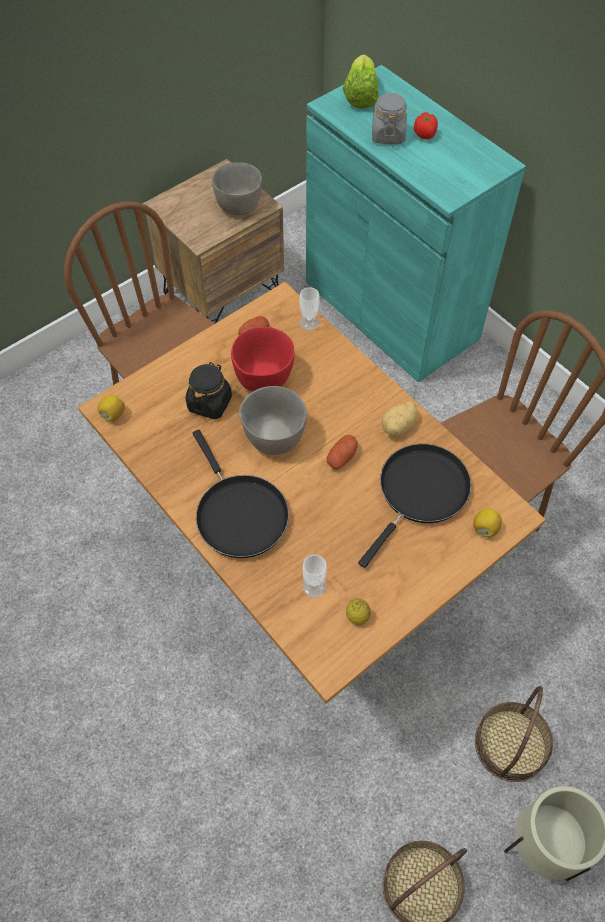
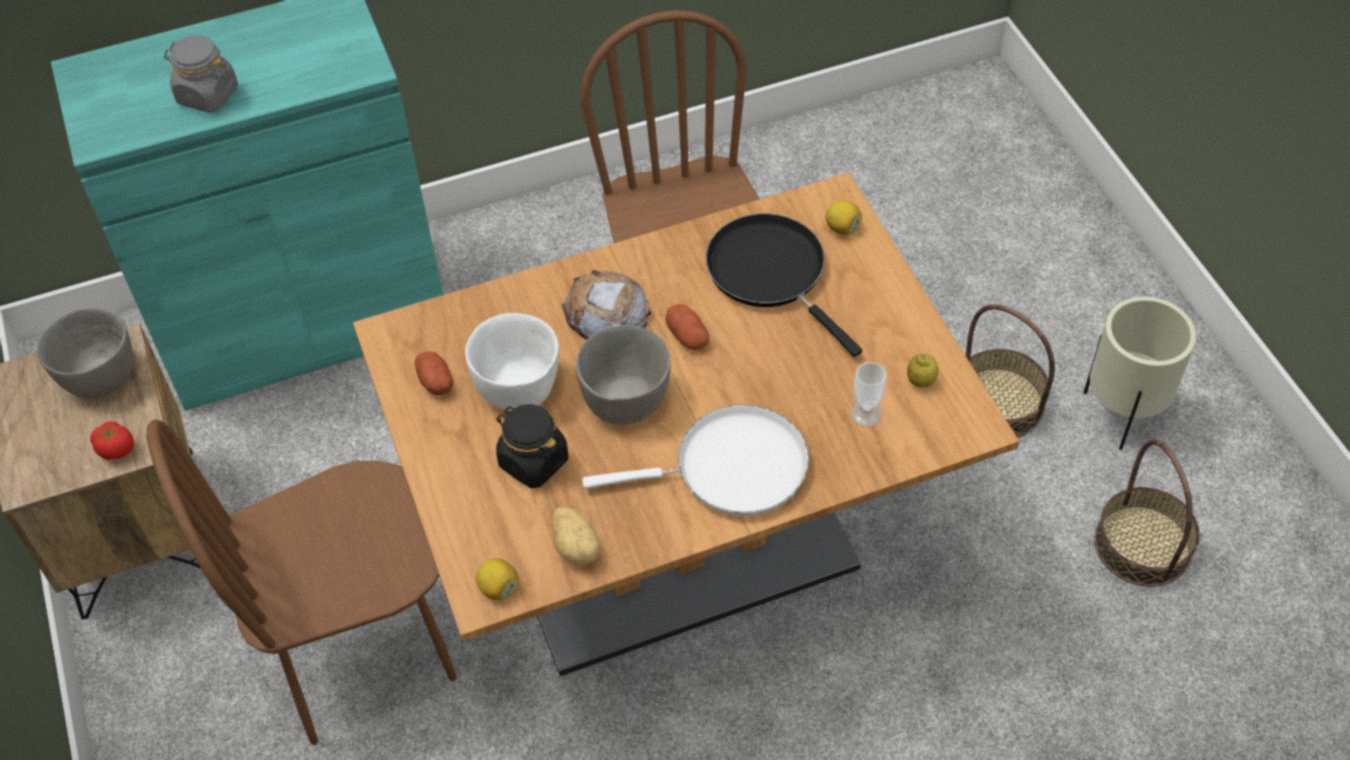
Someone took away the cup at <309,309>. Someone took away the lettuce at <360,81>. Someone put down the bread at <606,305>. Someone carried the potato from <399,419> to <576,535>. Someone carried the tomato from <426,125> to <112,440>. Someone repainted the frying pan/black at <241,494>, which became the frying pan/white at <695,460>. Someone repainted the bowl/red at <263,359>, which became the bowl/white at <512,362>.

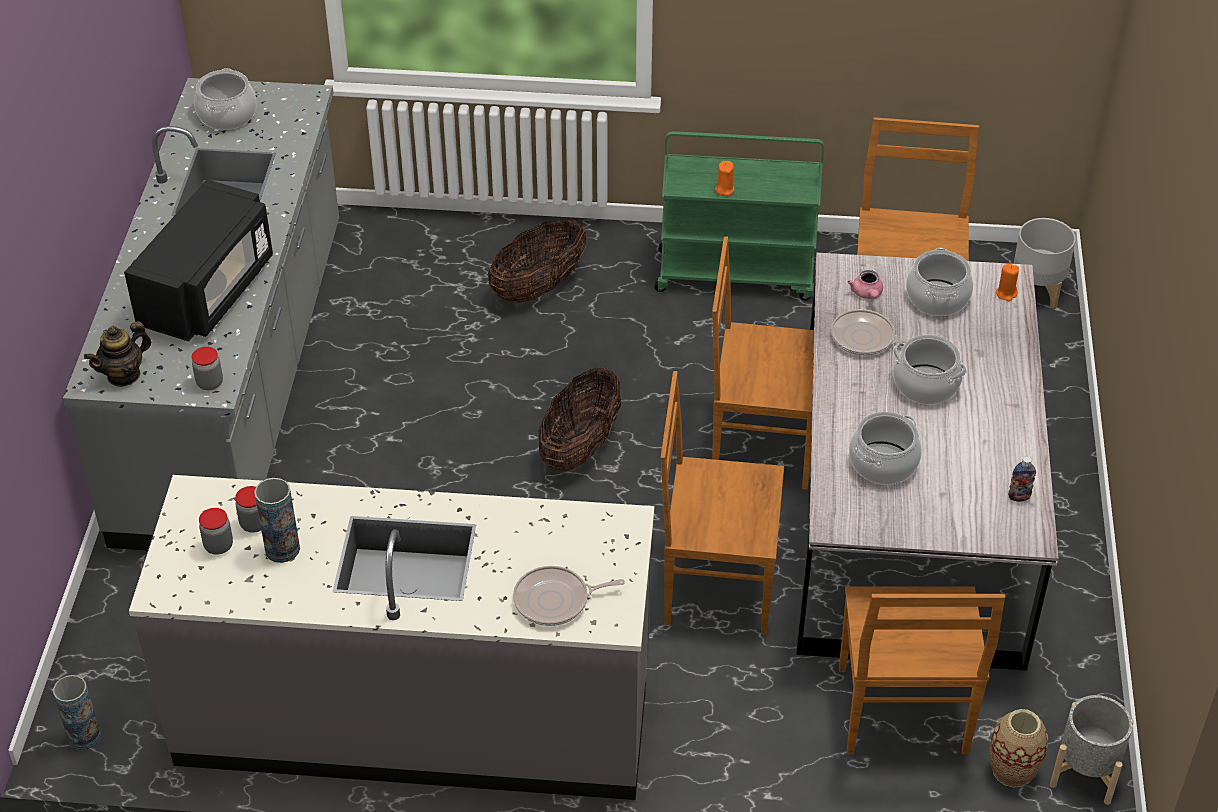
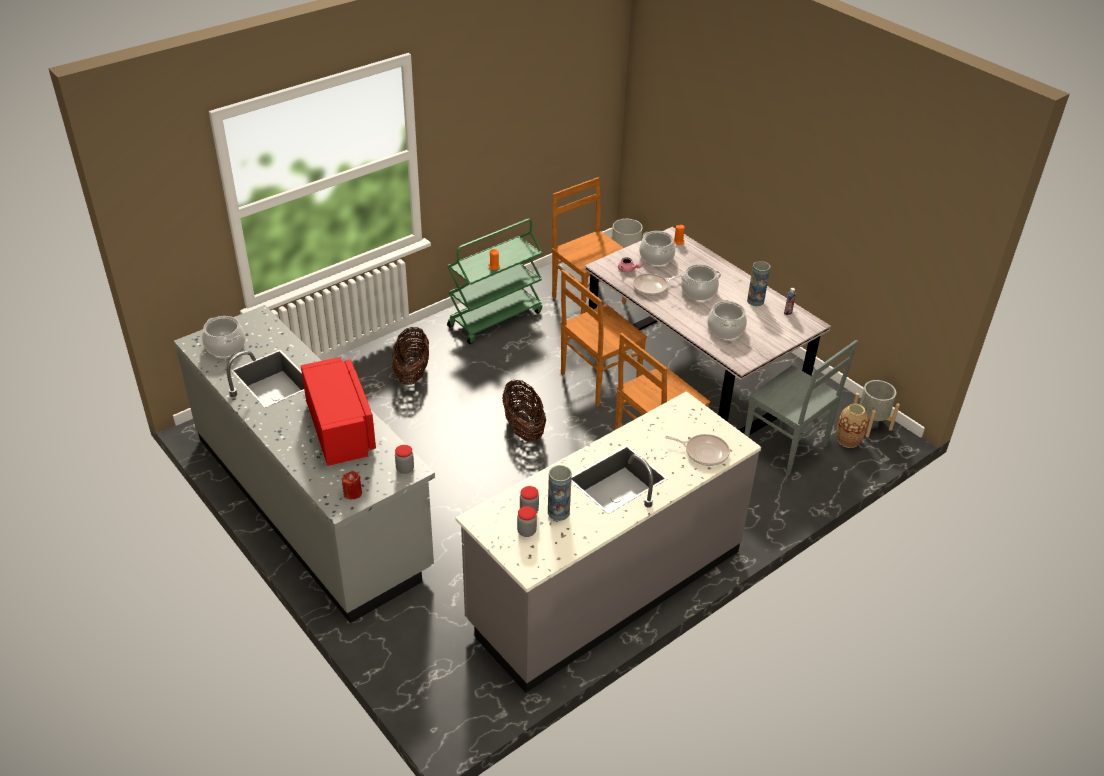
Someone carried the vase from <77,712> to <758,283>. Someone swapped the teapot at <117,354> for the candle/red at <352,485>. Someone repainted the microwave/black at <198,260>, which became the microwave/red at <338,411>. Someone repainted the chair/brown at <922,670>, which became the chair/grey at <801,408>. Someone rotated the frying pan at <569,596> by 105 degrees counterclockwise.

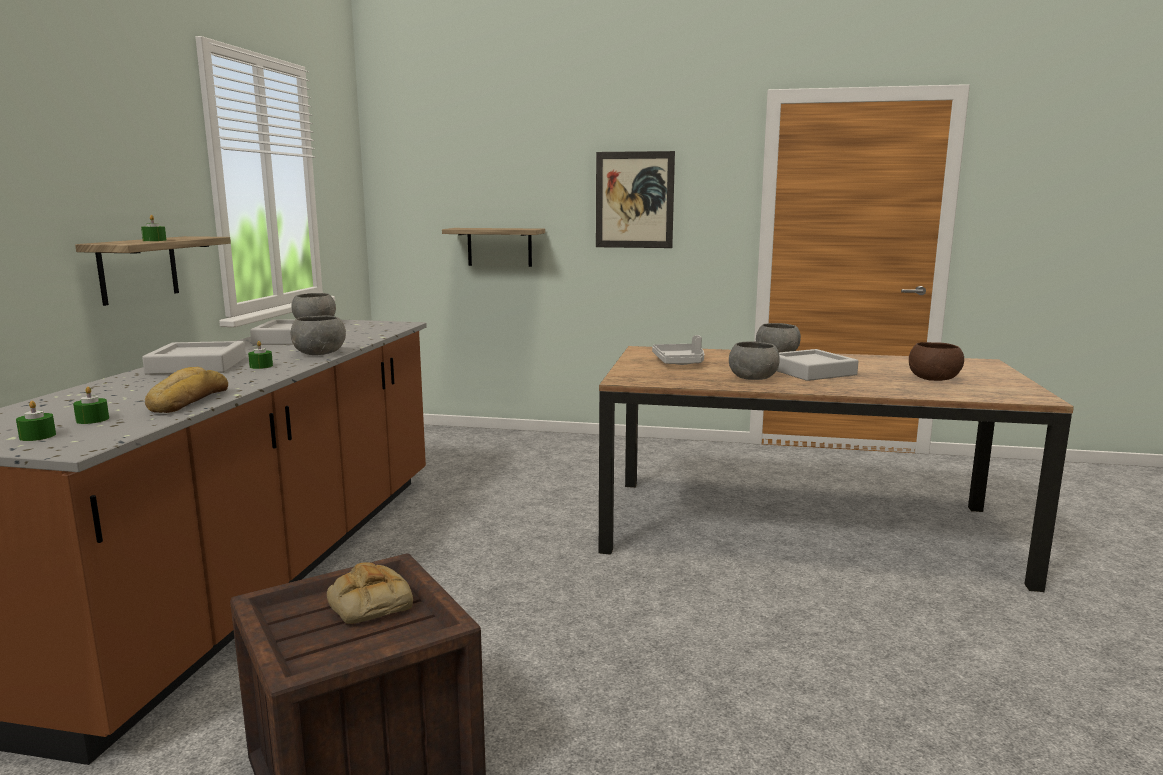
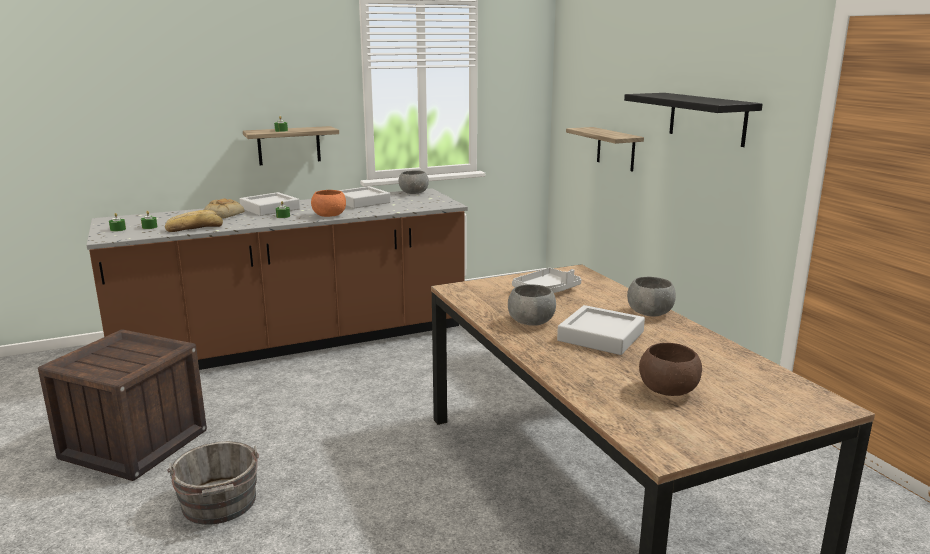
Someone put down the bucket/grey at <213,483>. Someone carried the bread from <370,593> to <224,208>. Someone swapped the picture at <635,199> for the shelf/black at <693,120>. Someone repainted the bowl/grey at <318,335>, which became the bowl/orange at <328,203>.

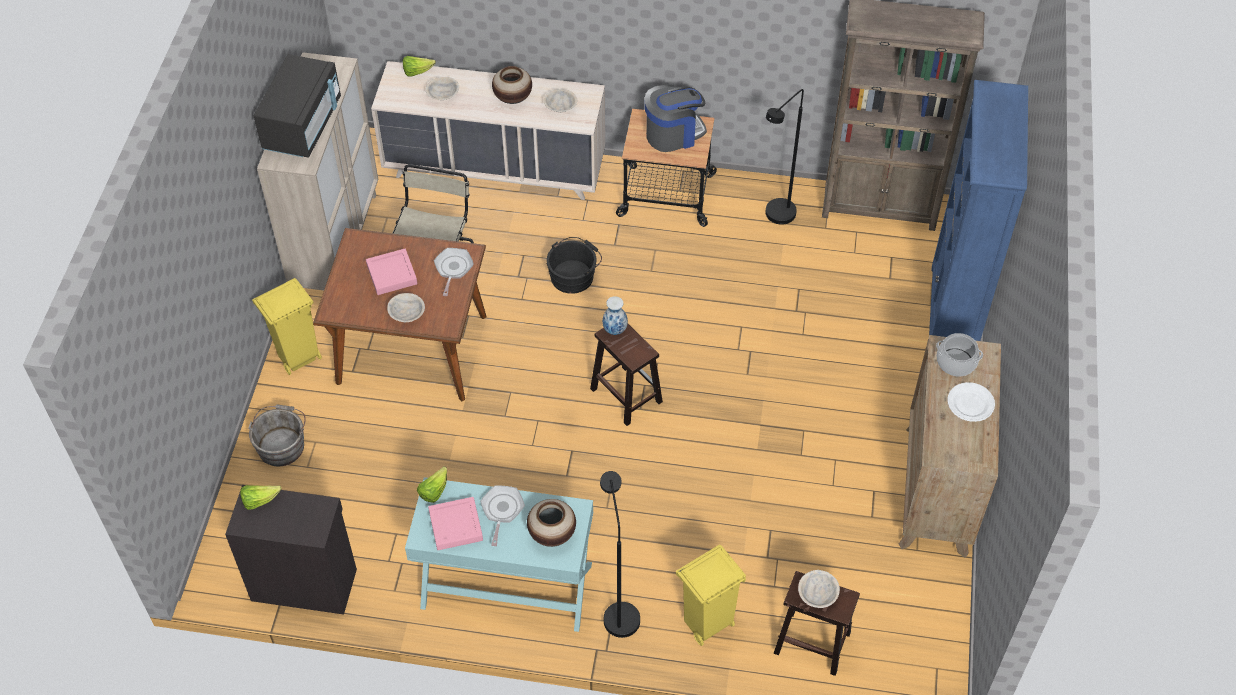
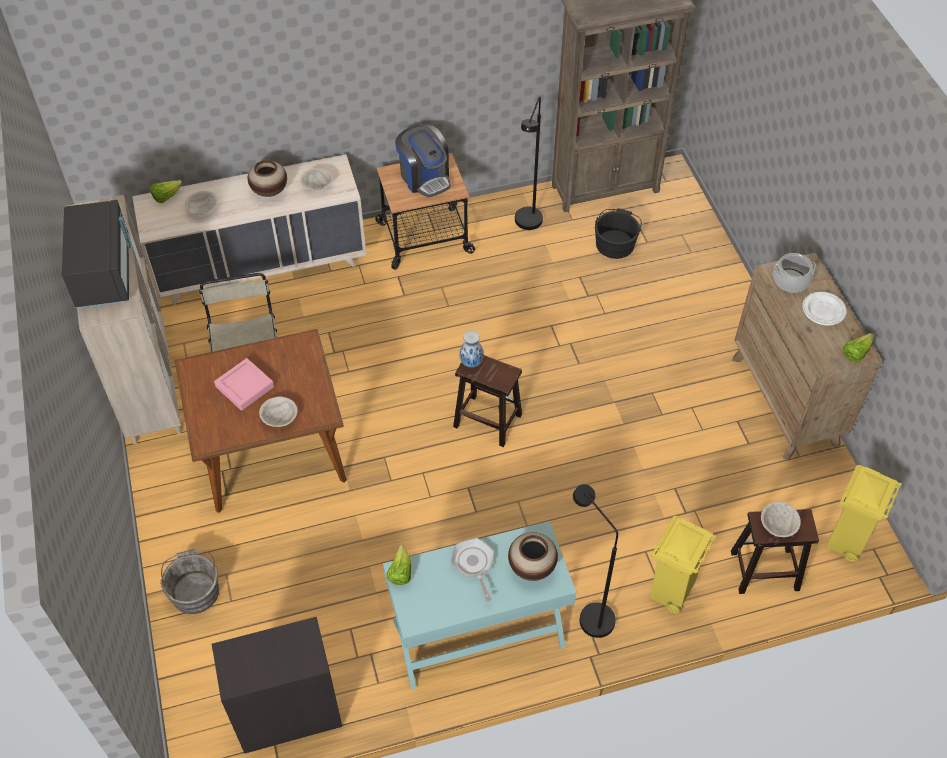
Someone took away the tray/pink at <455,523>. Someone took away the frying pan at <454,272>. Someone took away the bookcase/blue at <978,210>. Someone carried the lettuce from <260,497> to <858,348>. Someone carried the trash can/yellow from <287,326> to <864,513>. Someone carried the bucket/black from <574,265> to <618,233>. Someone rotated the coffee machine at <676,118> by 105 degrees clockwise.

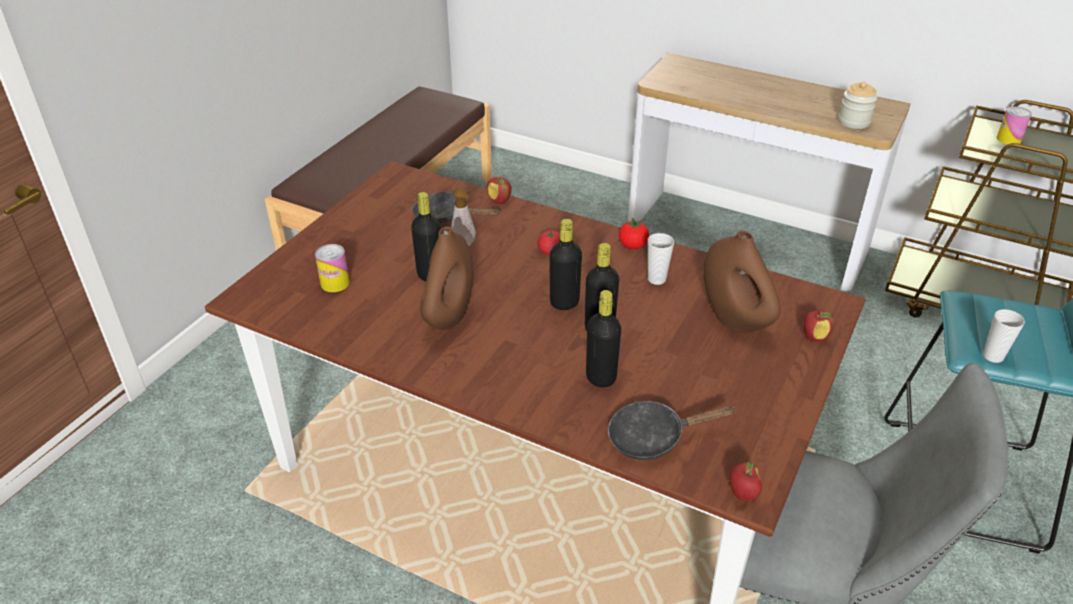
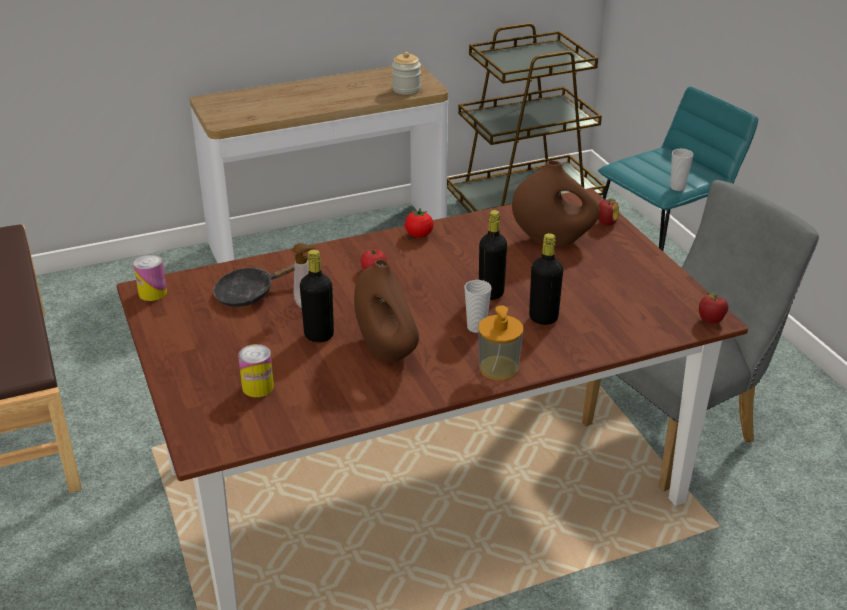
Someone took away the apple at <499,190>. Someone took away the bottle/black at <565,264>. Someone took away the frying pan/black at <672,430>. Someone put down the soap dispenser at <500,342>. Someone carried the cup from <661,259> to <477,306>. Someone carried the can from <1014,125> to <150,277>.

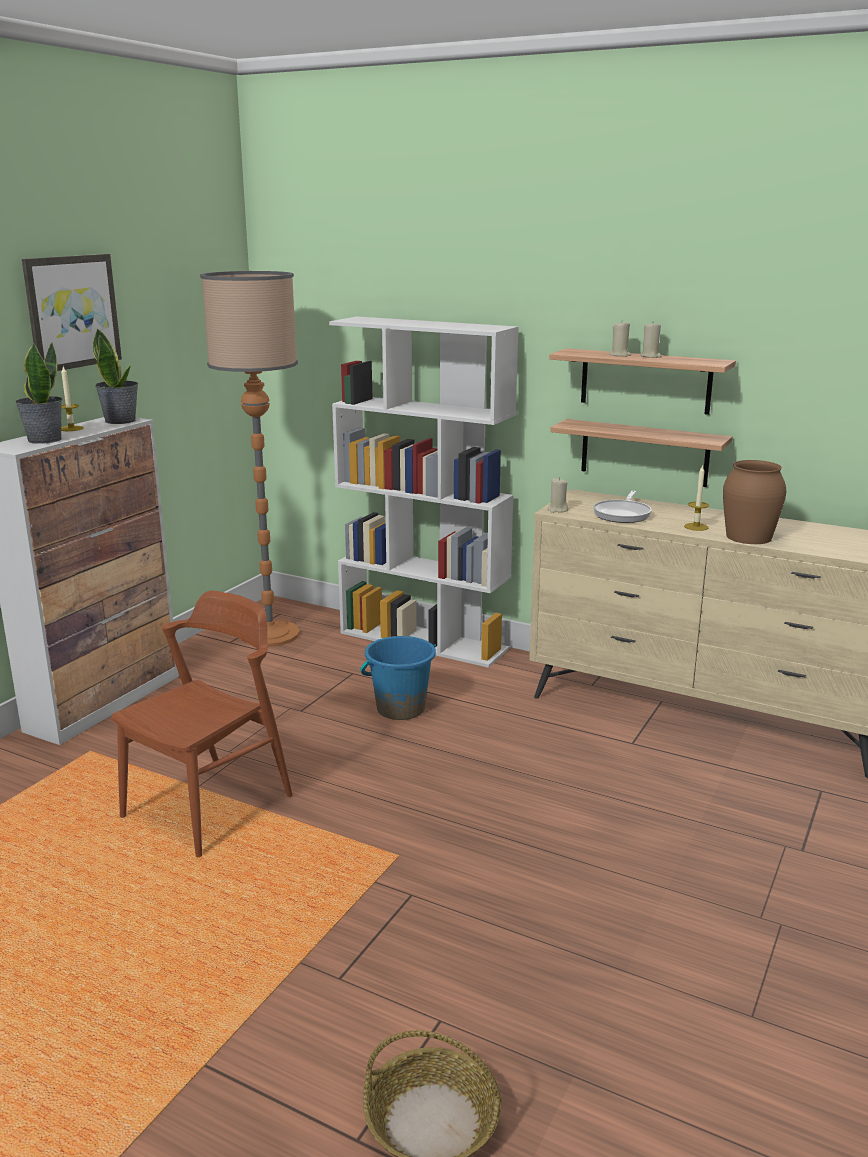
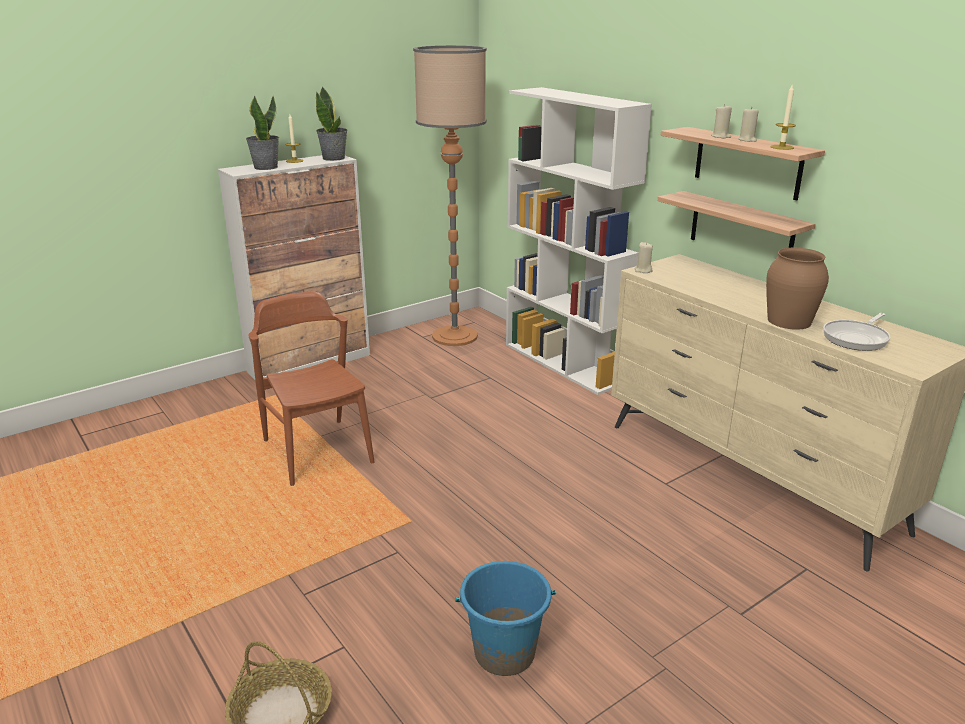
Someone took away the picture at <72,312>. Someone carried the bucket/blue from <398,678> to <505,618>. Someone carried the frying pan from <622,507> to <856,332>. Someone carried the candle from <696,497> to <783,117>. Someone rotated the chair/brown at <202,724> by 90 degrees counterclockwise.

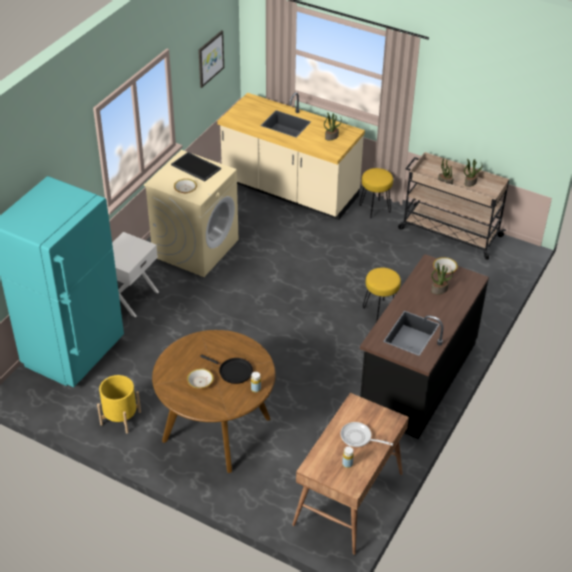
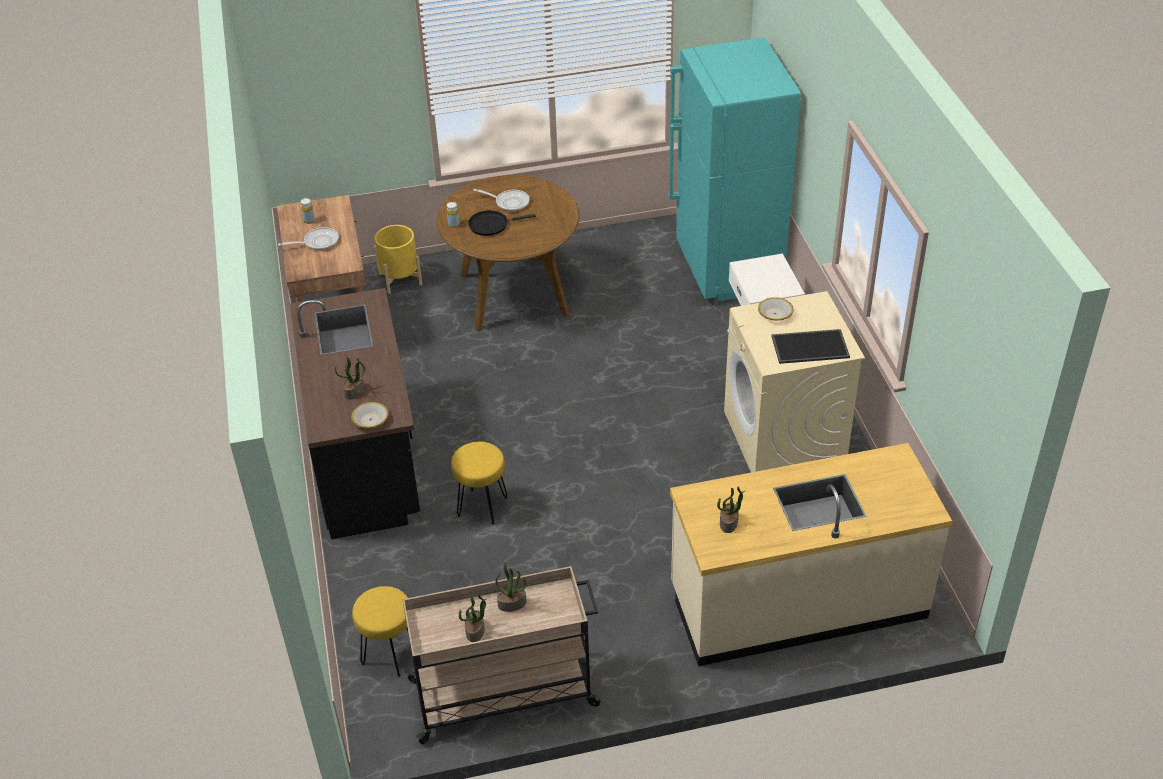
Someone took away the picture at <211,59>. Someone carried the planter/yellow from <119,404> to <398,259>. Someone carried the stool/yellow from <376,193> to <380,631>. Someone swapped the bowl at <200,378> for the frying pan at <502,200>.

